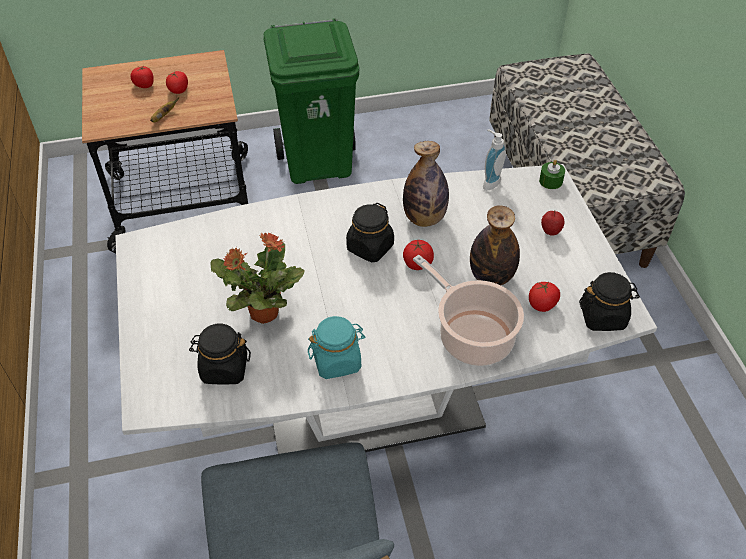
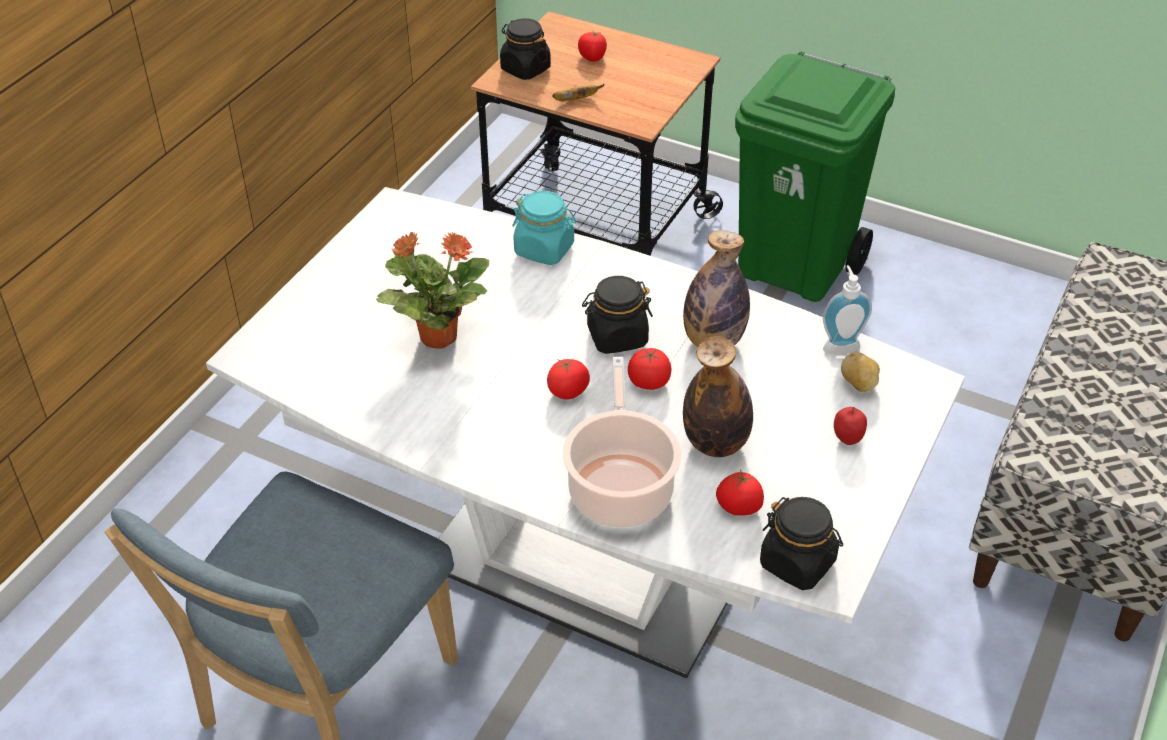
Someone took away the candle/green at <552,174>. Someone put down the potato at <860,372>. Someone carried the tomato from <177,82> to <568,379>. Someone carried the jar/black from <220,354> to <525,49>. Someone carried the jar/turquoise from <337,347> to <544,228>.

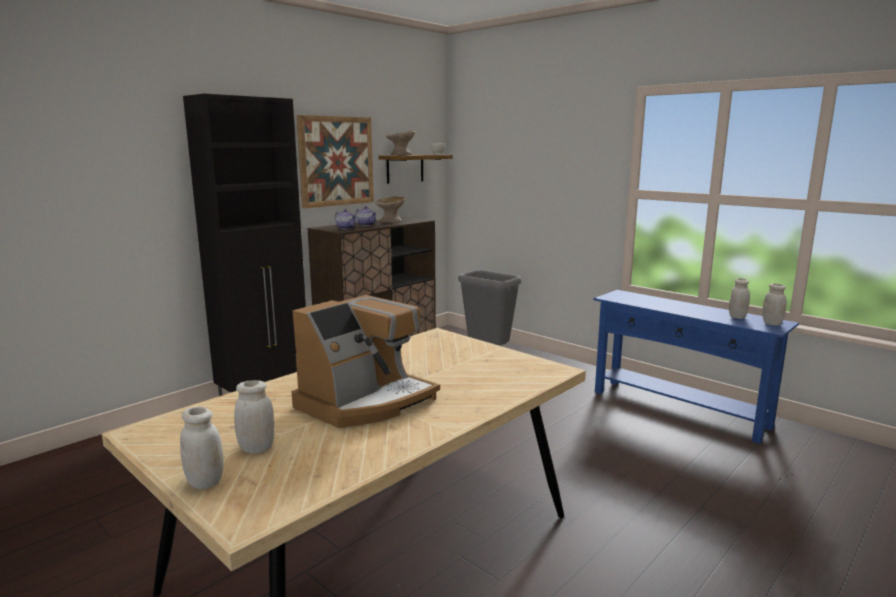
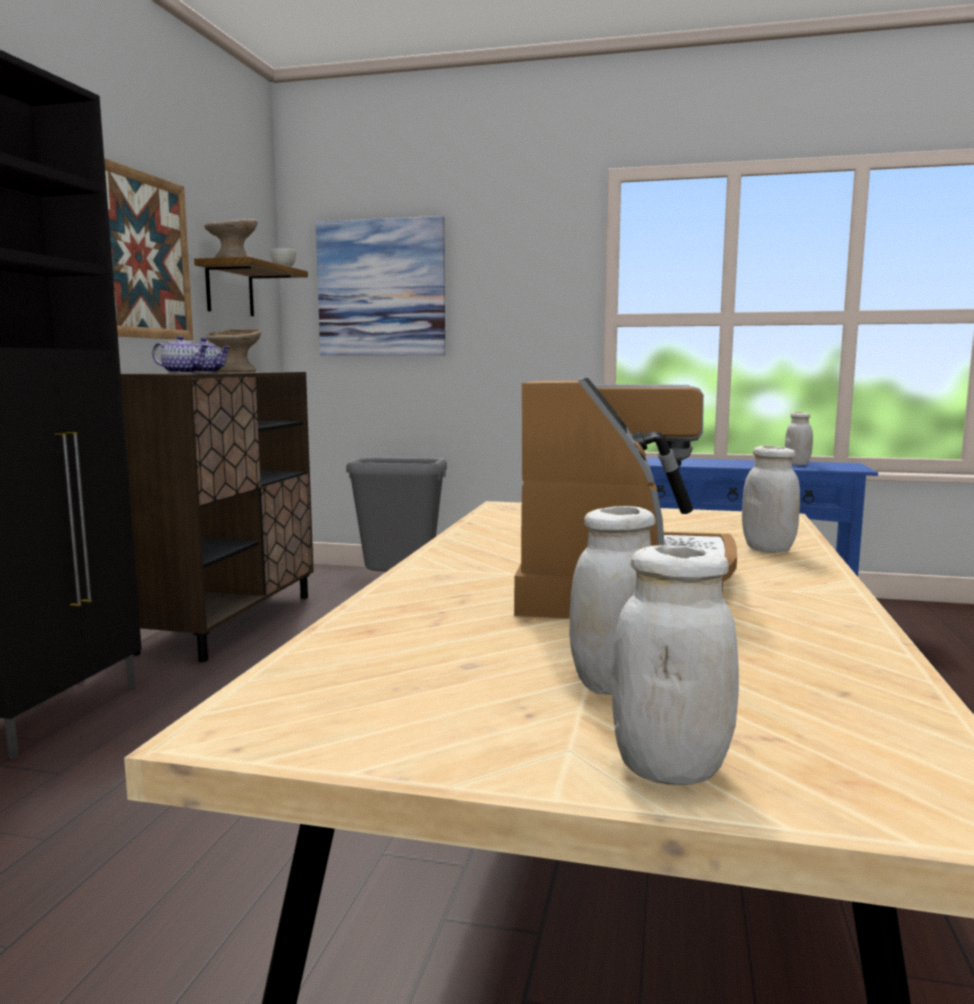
Someone put up the picture at <380,286>. Someone carried the jar/white from <774,304> to <771,499>.

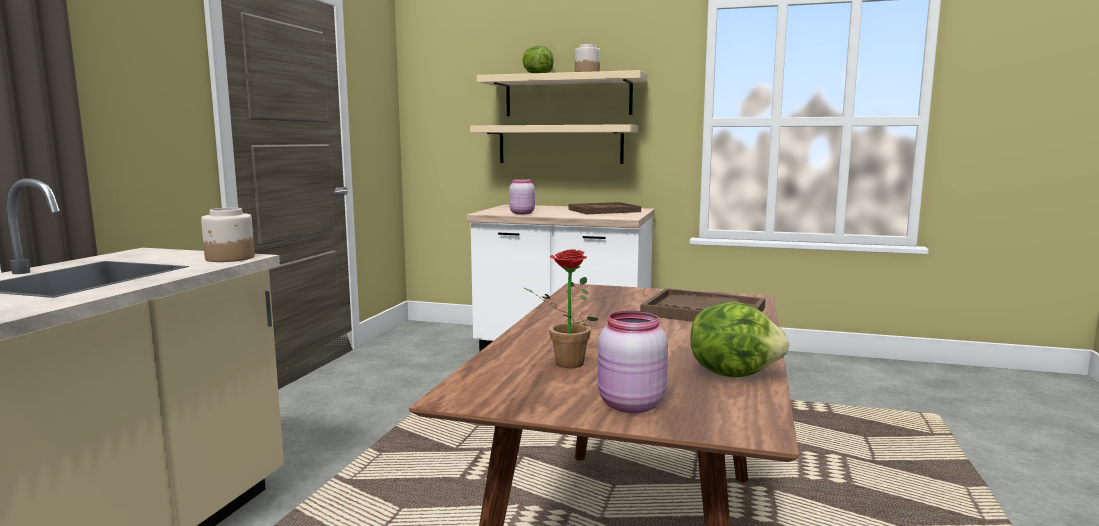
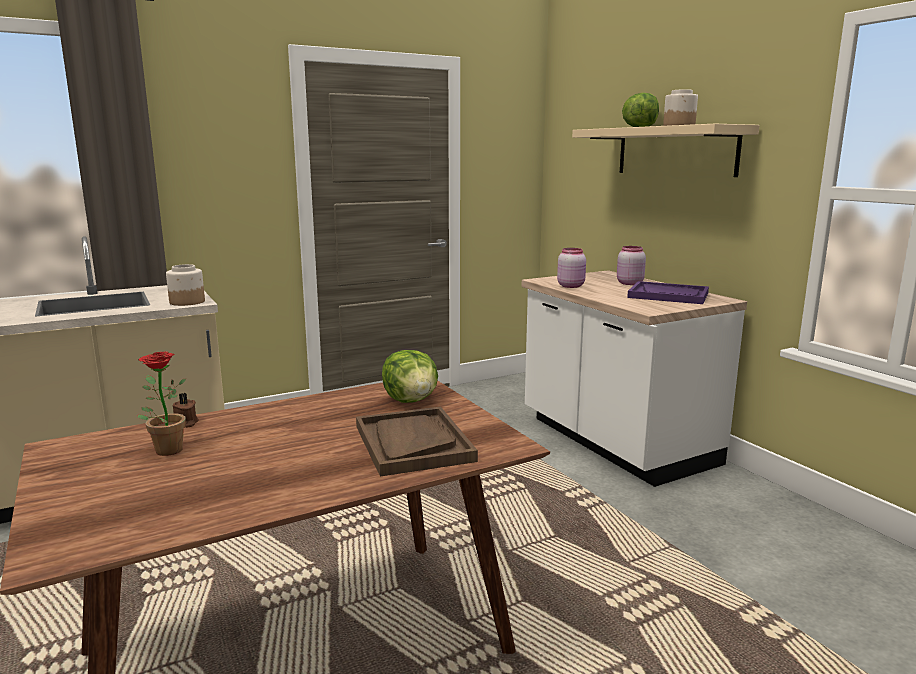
Someone took away the shelf/beige at <554,144>. Someone put down the candle/brown at <185,410>. Someone carried the jar/pink from <633,362> to <631,265>. Someone carried the lettuce from <739,339> to <410,376>. Someone repainted the tray/brown at <604,208>, which became the tray/purple at <668,292>.

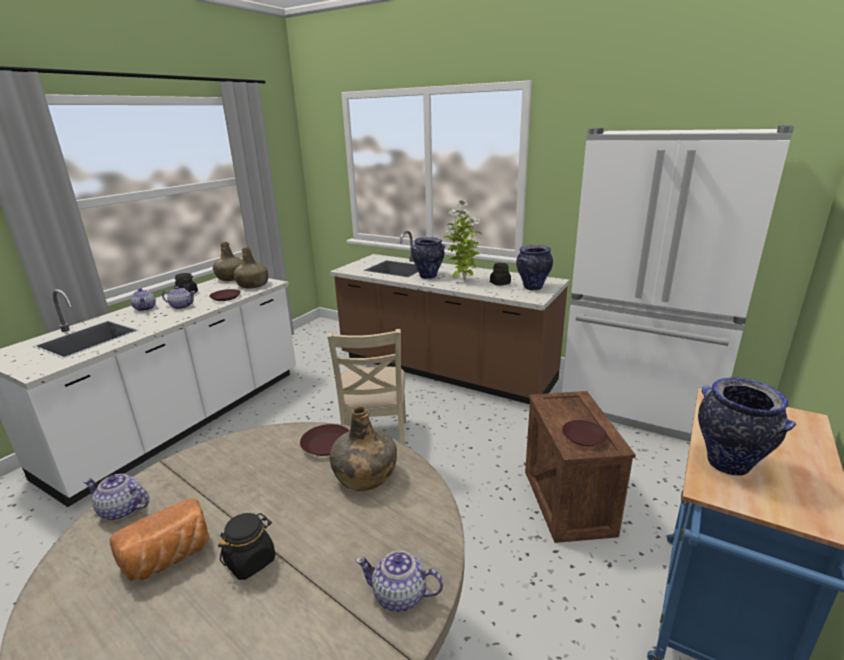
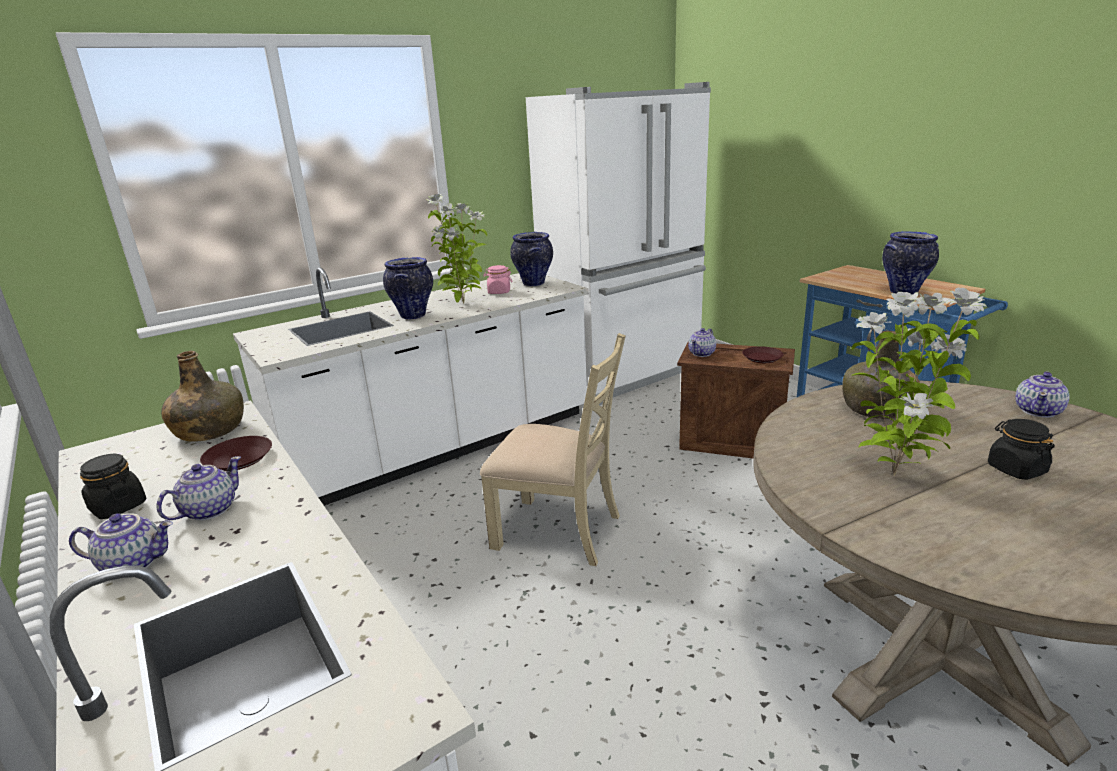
Someone took away the bread at <159,539>. Someone took away the bottle/green at <227,261>. Someone took away the plate/brown at <325,440>. Someone put down the potted plant at <919,382>. Someone carried the teapot from <116,497> to <702,342>. Someone repainted the counter/brown at <449,317>, which became the counter/white at <411,387>. Someone repainted the jar/black at <500,274>, which became the jar/pink at <497,279>.

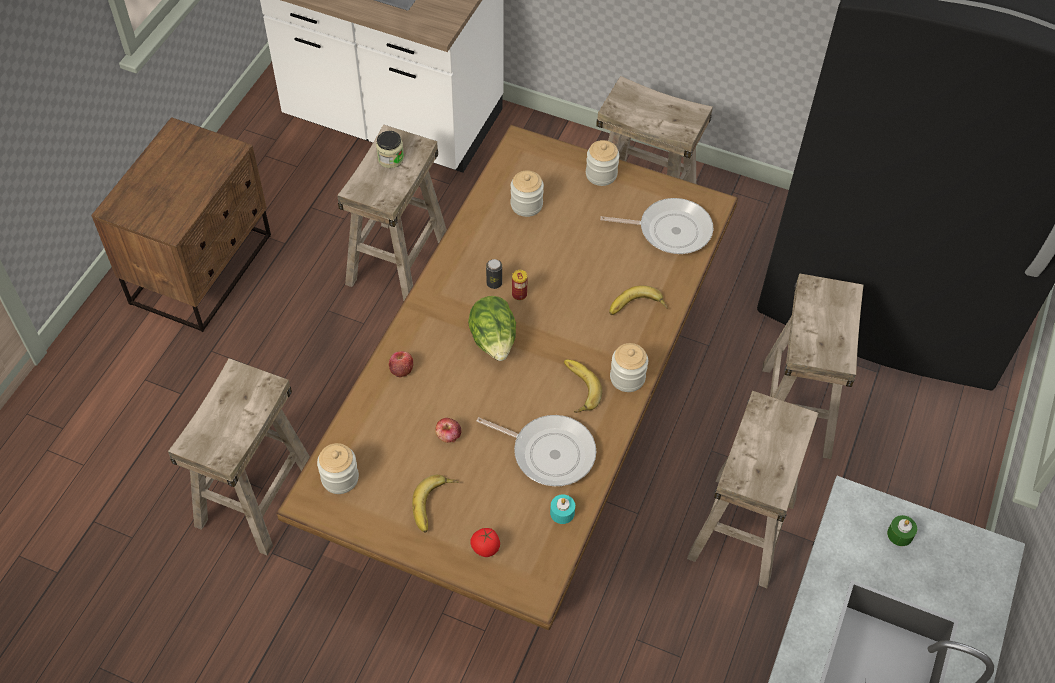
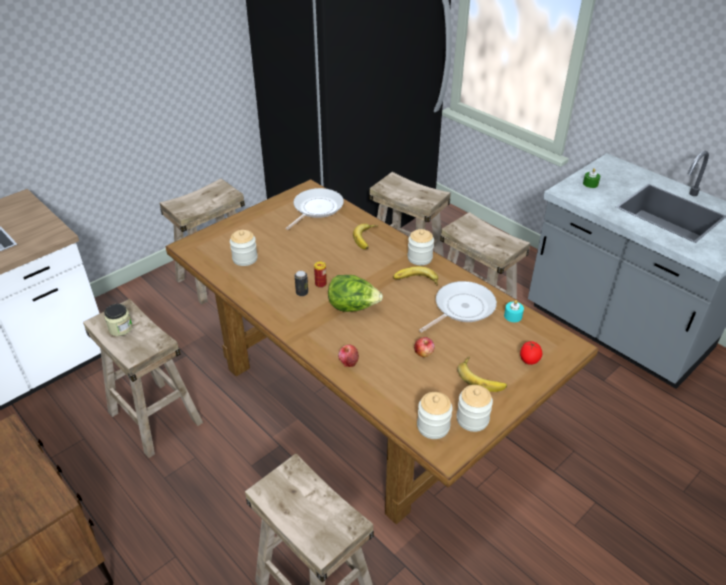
Someone carried the jar from <602,163> to <475,408>.

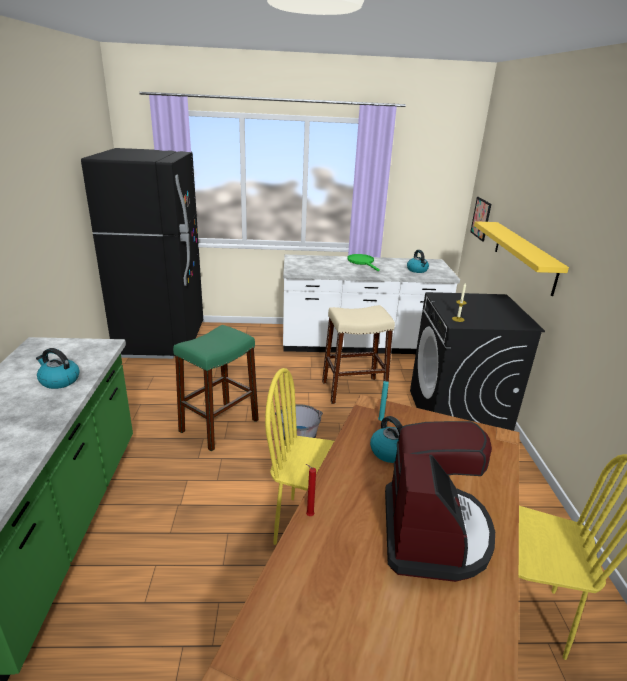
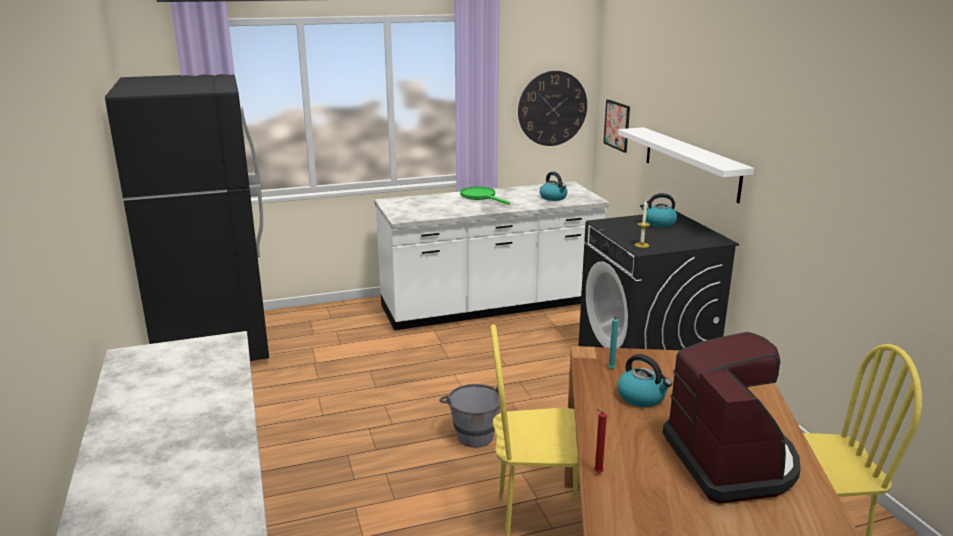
Someone took away the stool/green at <216,388>. Someone took away the stool/beige at <358,354>. Someone put up the wall clock at <552,108>. Someone carried the kettle from <58,368> to <658,210>. Someone repainted the shelf/yellow at <521,258>, which became the shelf/white at <686,165>.

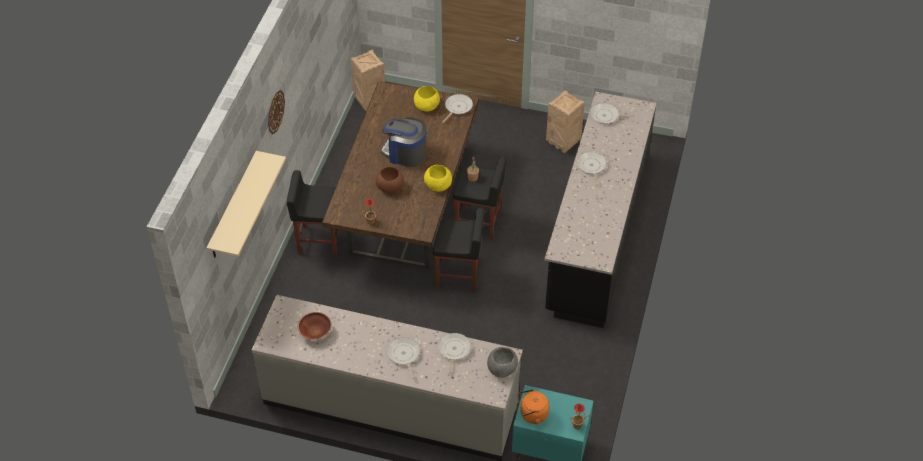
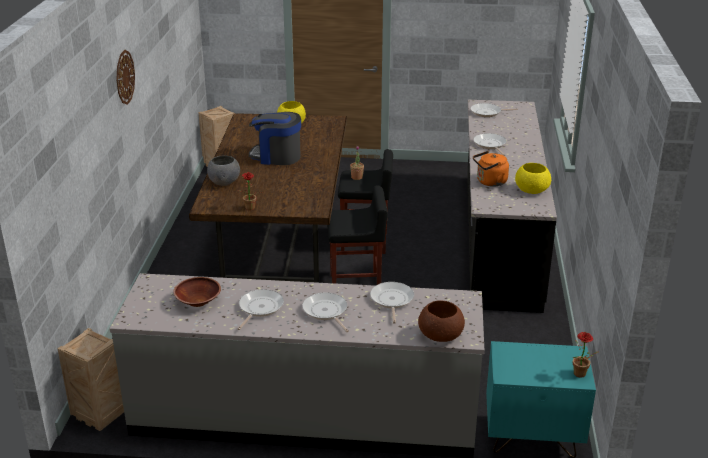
Someone took away the shelf/beige at <246,204>. Someone took away the stool/black at <312,213>. Someone carried the bowl/brown from <389,180> to <441,321>. Someone carried the bowl/yellow from <438,178> to <533,178>. Someone carried the frying pan from <457,108> to <260,309>. Someone carried the bowl/grey from <502,362> to <223,170>. Someone carried the kettle/orange from <533,406> to <491,169>. Someone carried the crate from <565,121> to <90,379>.

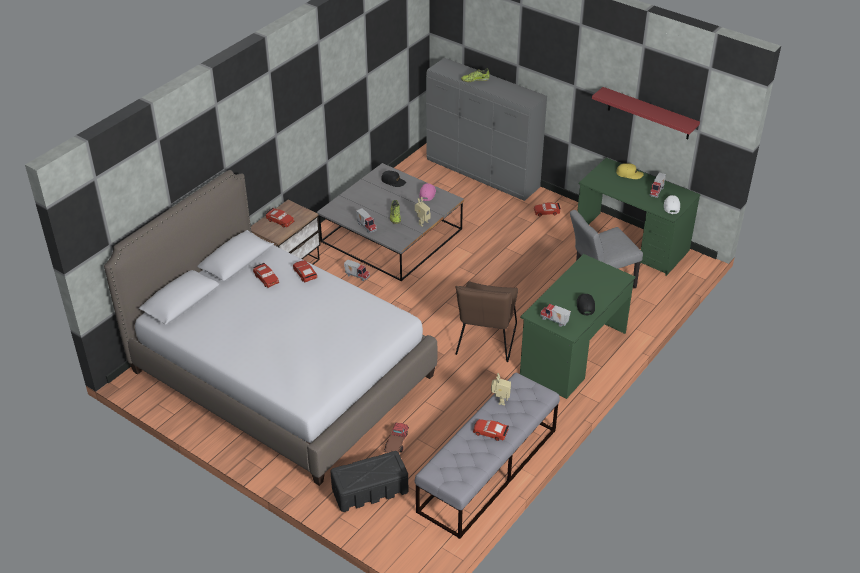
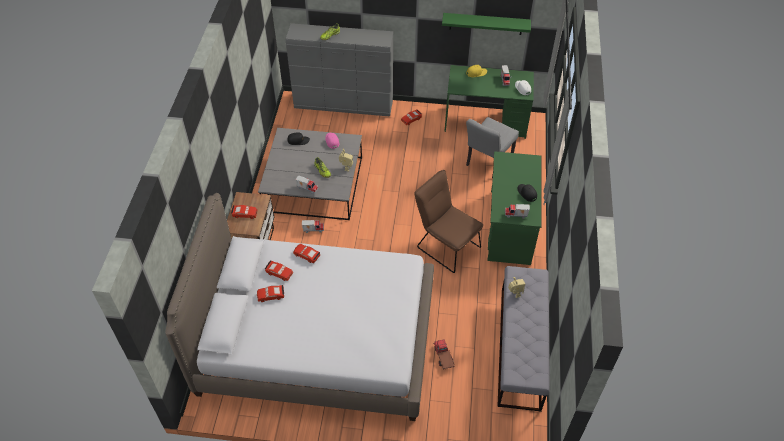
Someone took away the storage box/black at <369,481>. Someone carried the toy car/red from <491,430> to <271,293>. Someone repainted the shelf/red at <646,113>, which became the shelf/green at <486,24>. Someone rotated the chair/brown at <486,321> by 150 degrees clockwise.

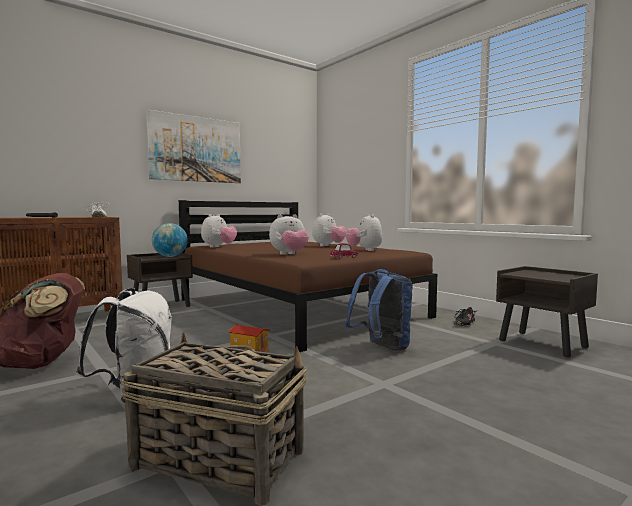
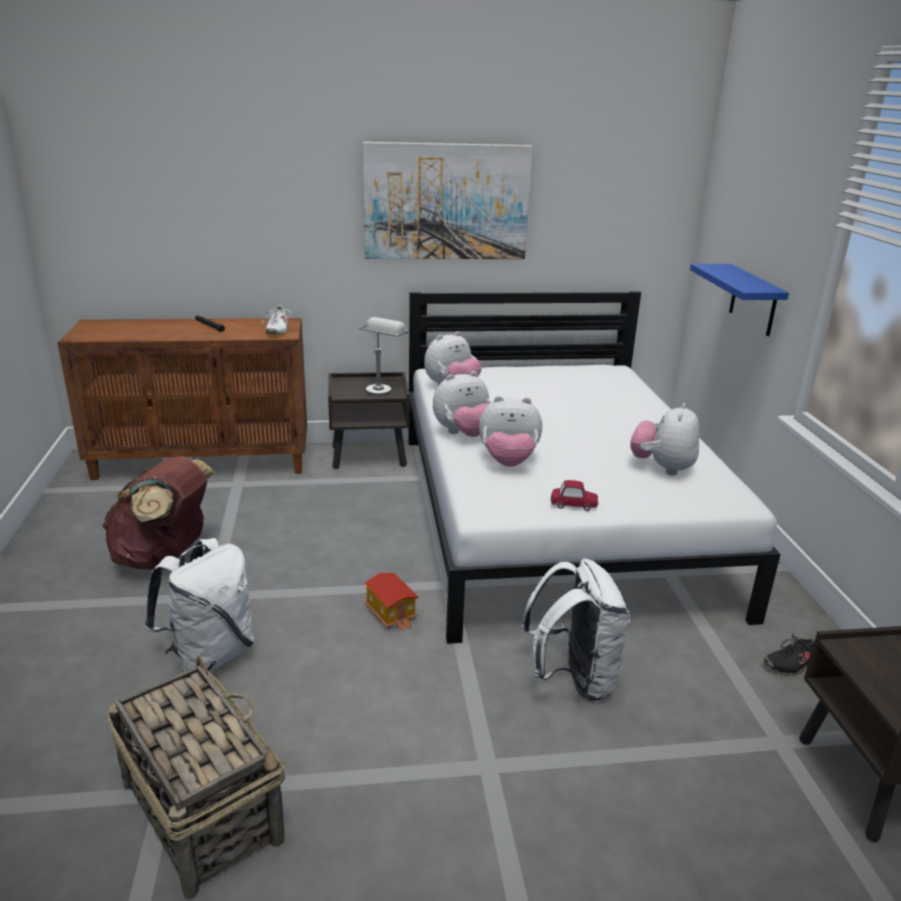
Someone put up the shelf/blue at <739,300>. Someone carried the plush toy from <329,230> to <462,404>. Someone swapped the globe at <170,240> for the table lamp/grey at <383,357>. Someone repainted the bed/brown at <308,276>, which became the bed/white at <594,467>. Someone repainted the backpack/blue at <379,310>, which became the backpack/white at <575,630>.

